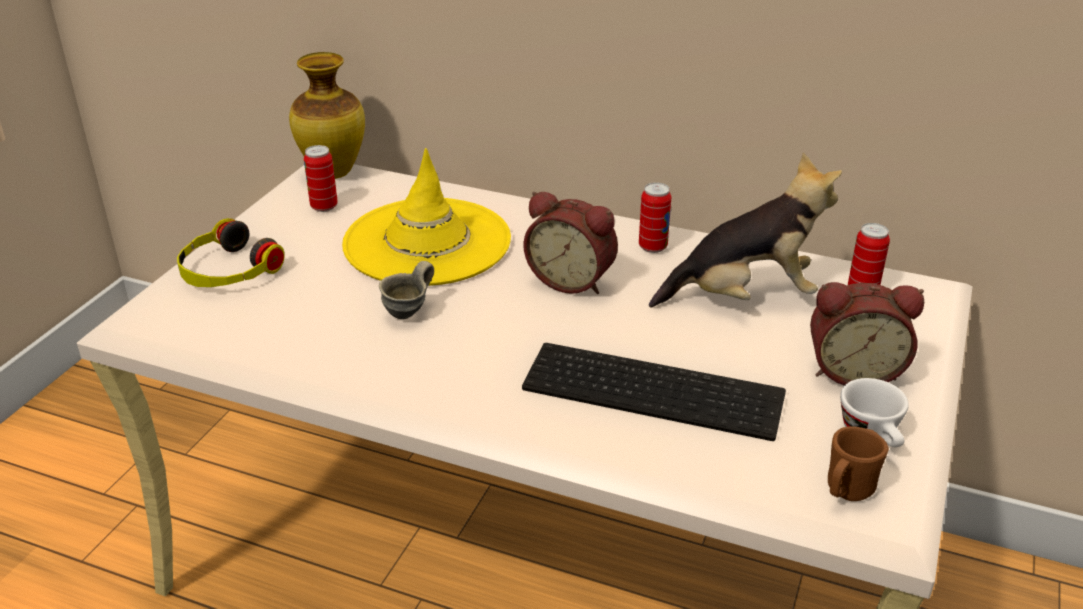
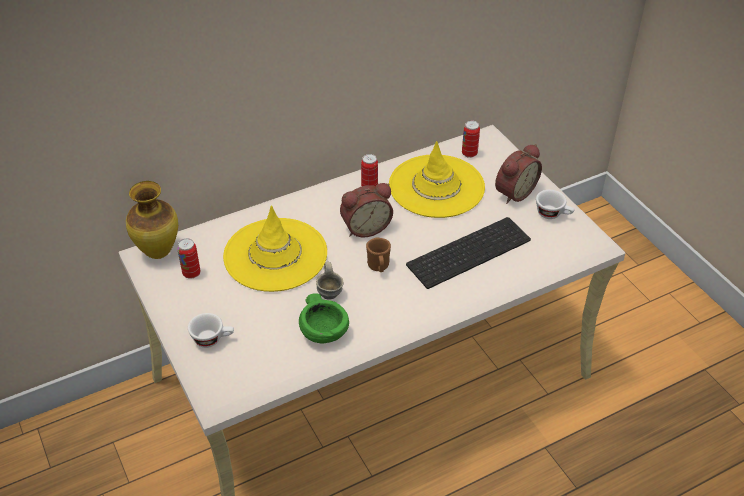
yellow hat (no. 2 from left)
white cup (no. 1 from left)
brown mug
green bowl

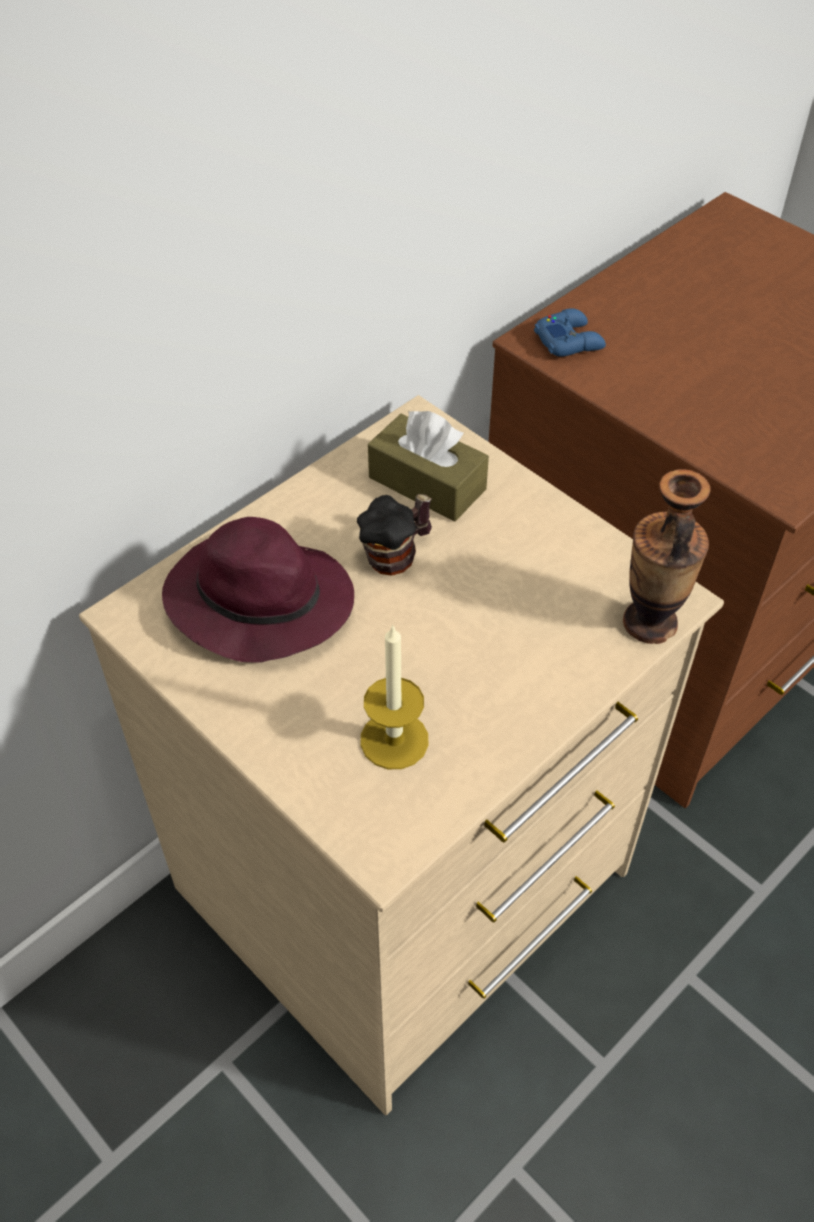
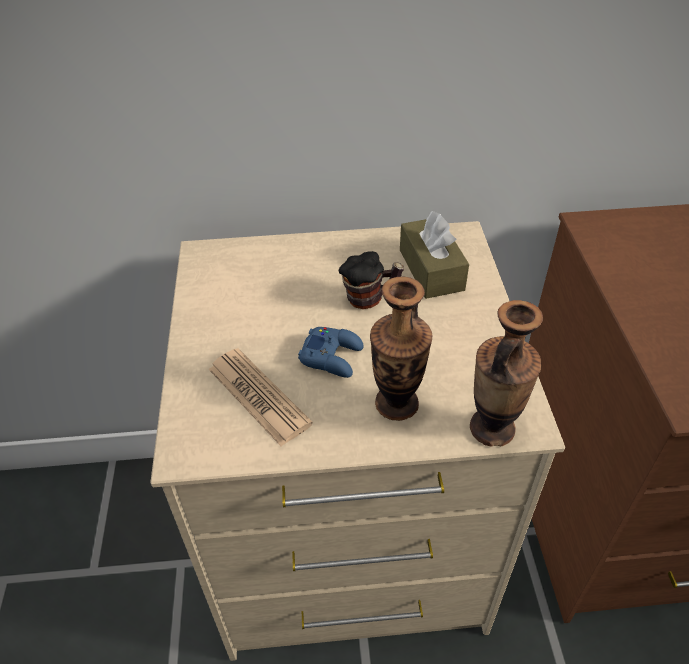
blue game controller
purple hat
newspaper
vase (no. 1 from left)

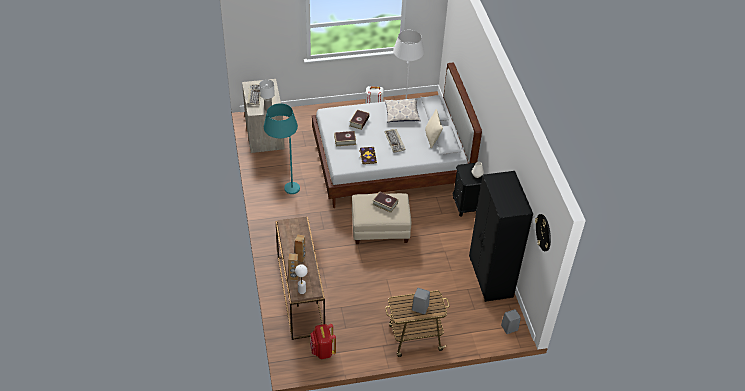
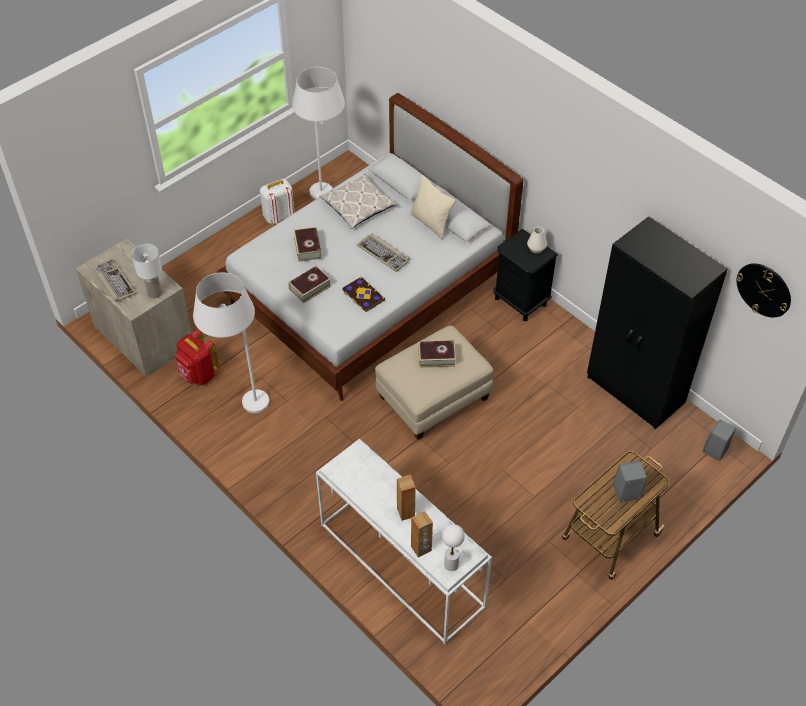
white floor lamp (no. 1 from left)
white console table
red backpack

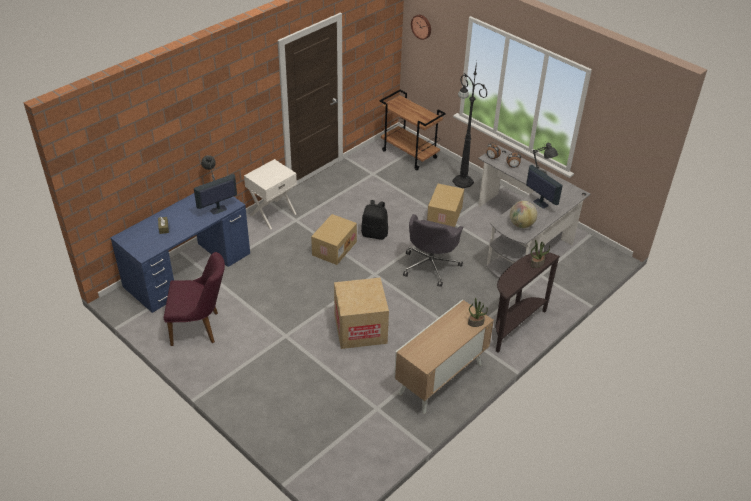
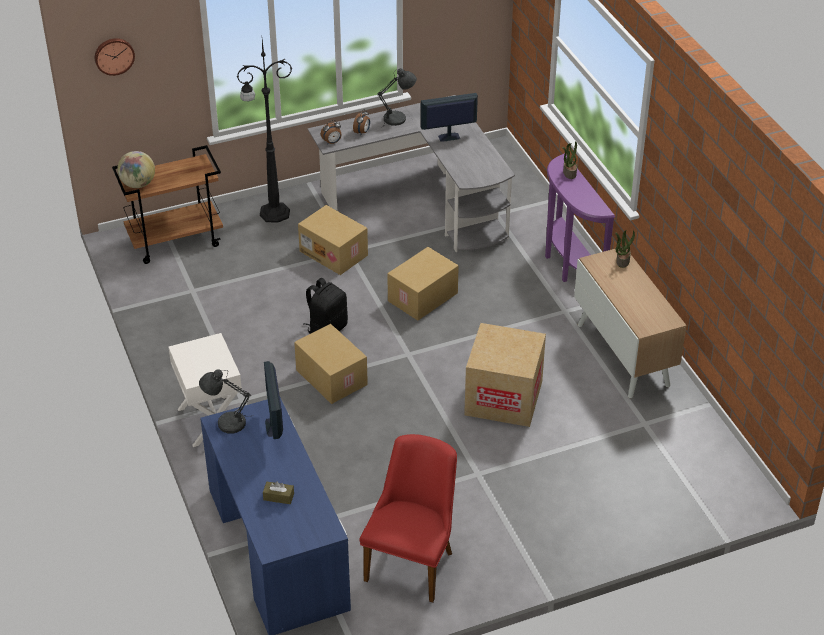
globe
cardboard box (no. 3 from left)
purple console table
red chair

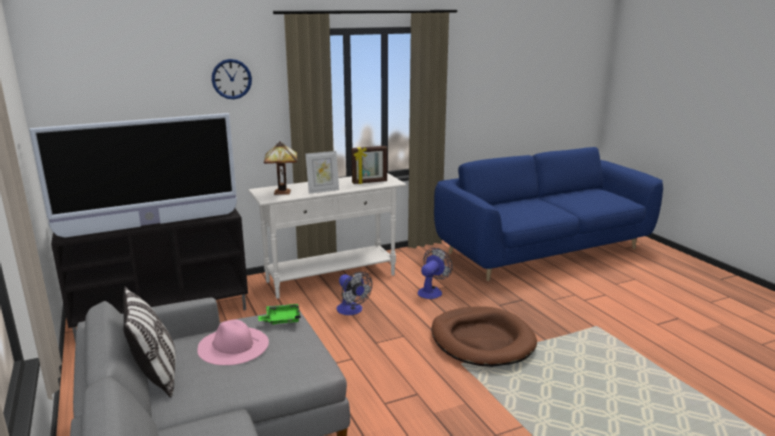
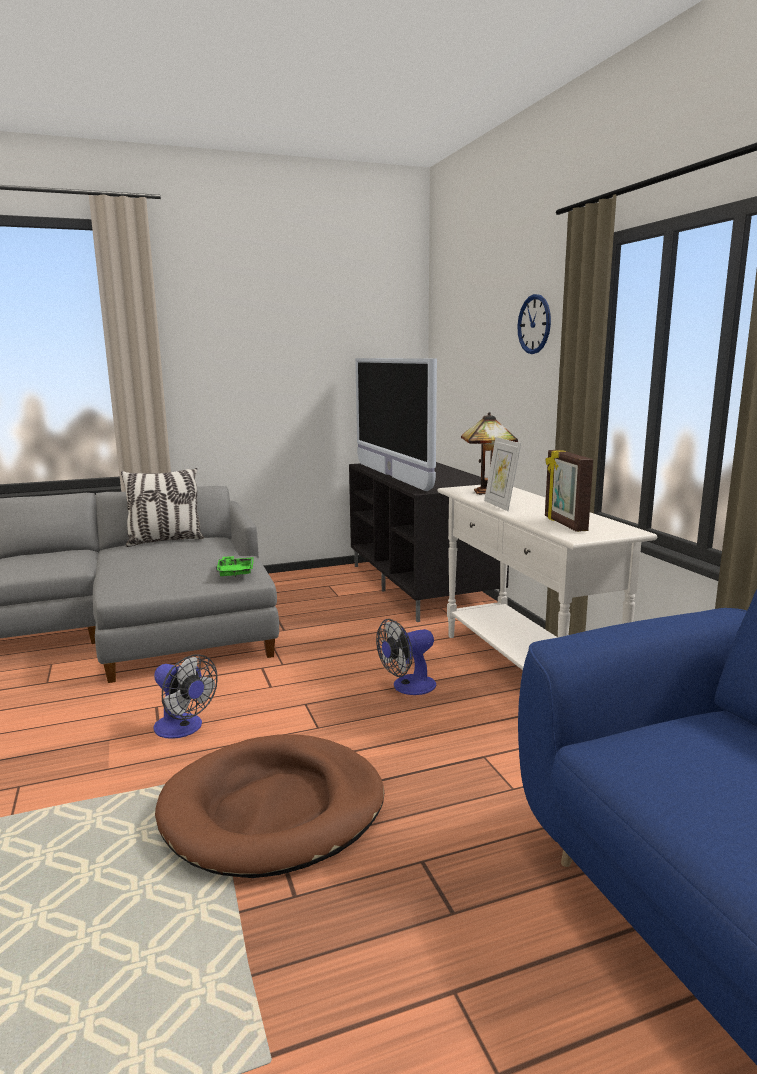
fan (no. 1 from left)
pink hat

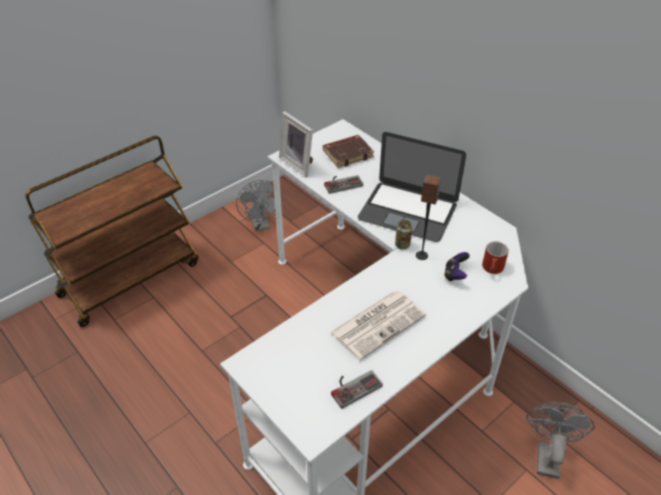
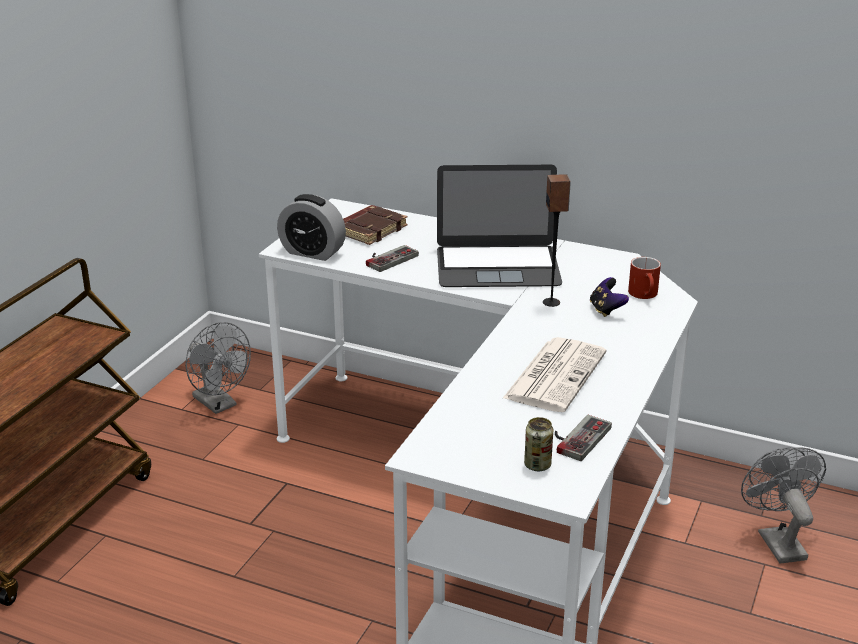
alarm clock
can

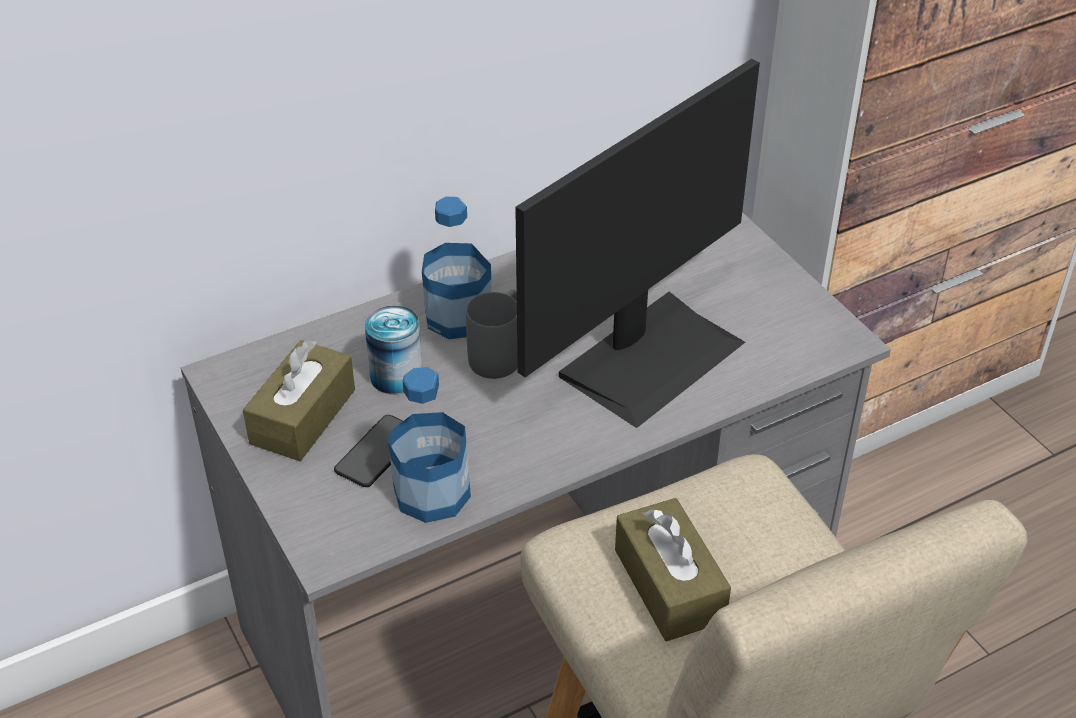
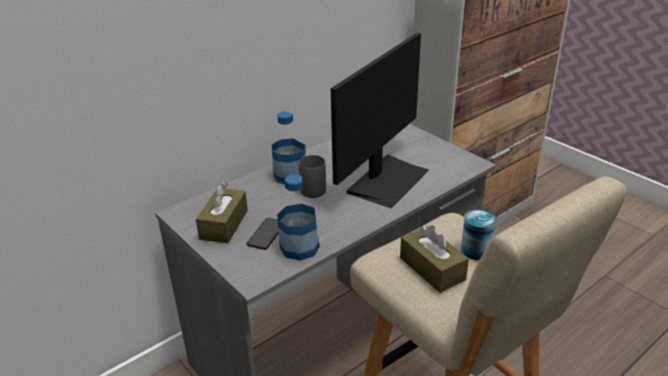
can

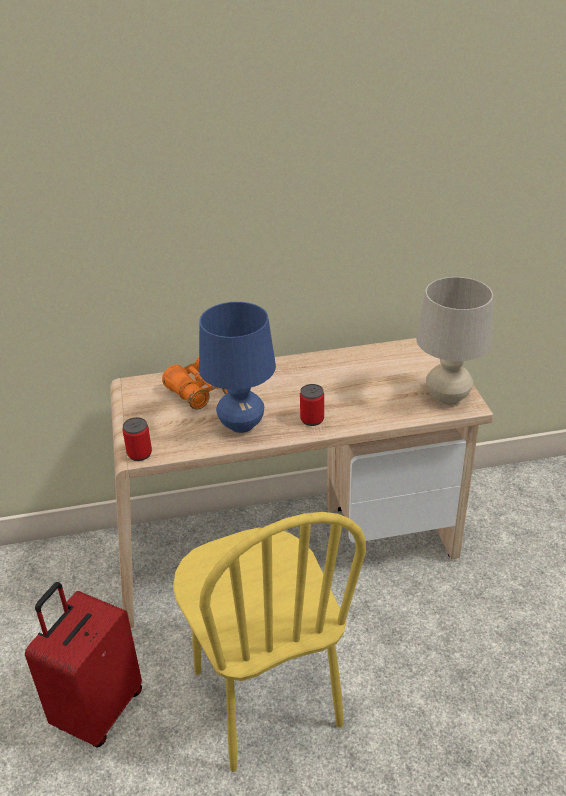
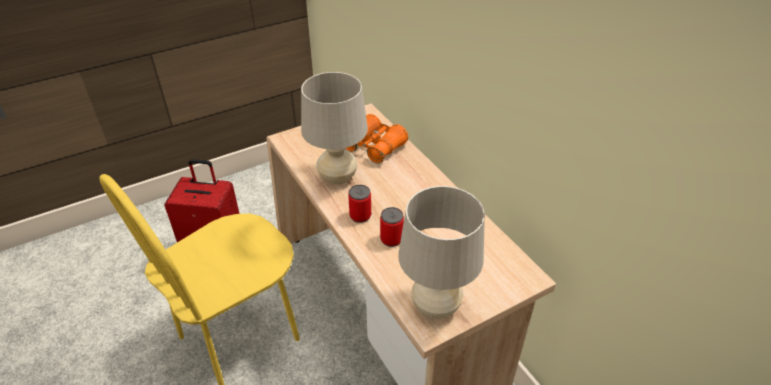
beige table lamp (no. 1 from left)
can (no. 2 from left)

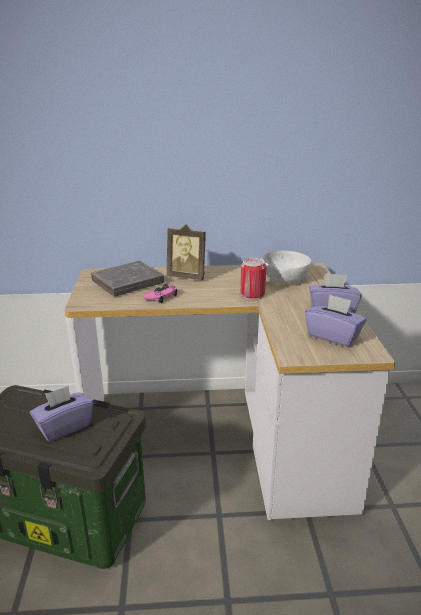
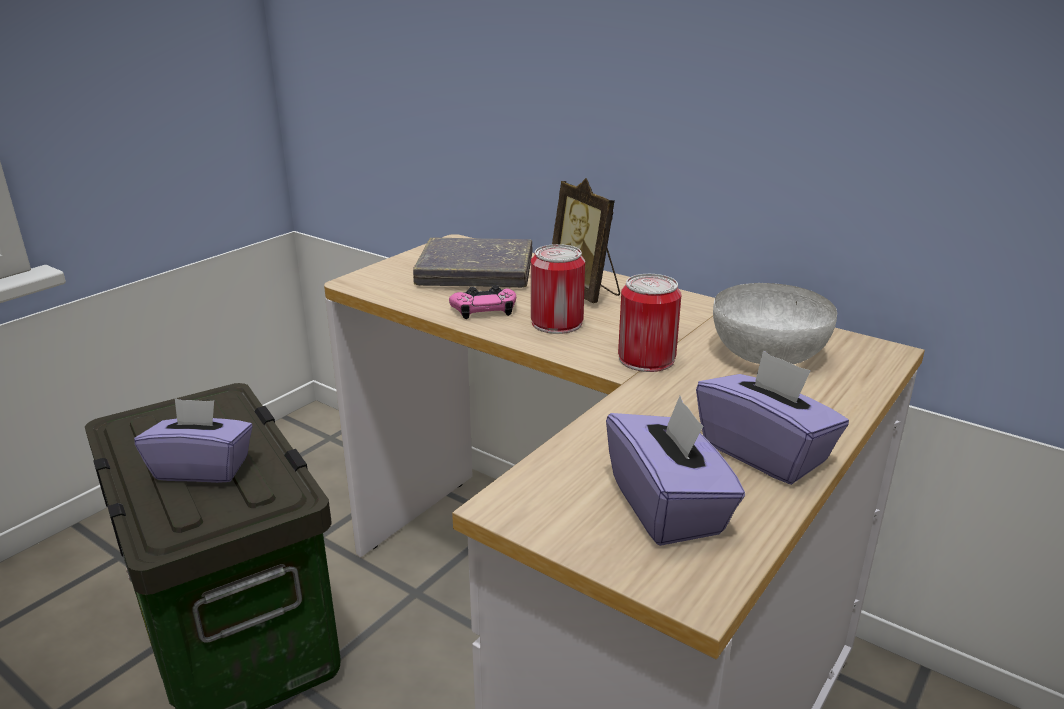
can (no. 1 from left)

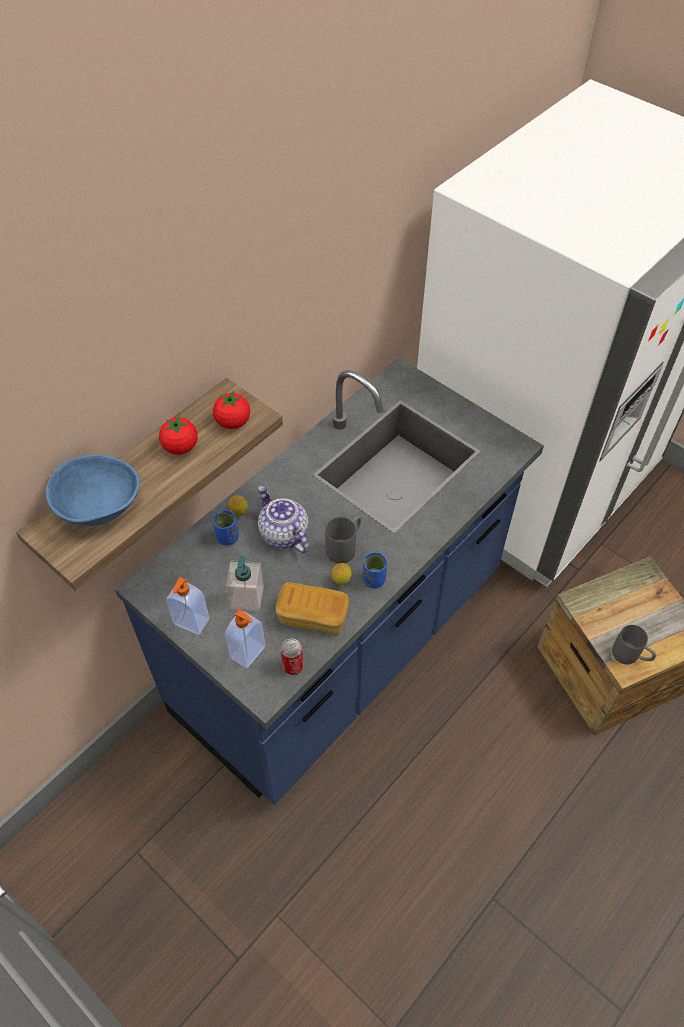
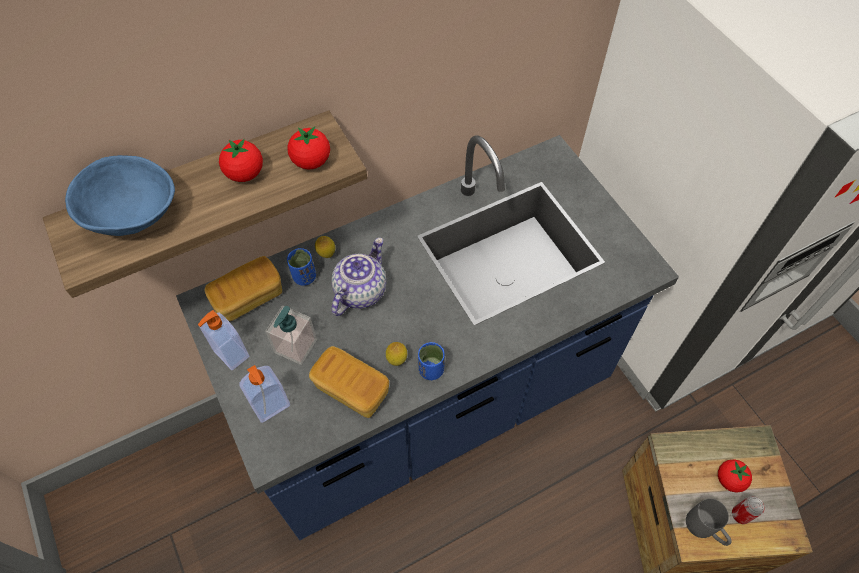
teapot
grey mug (no. 1 from left in the first image)
can
bread (no. 1 from left)
tomato (no. 3 from left)

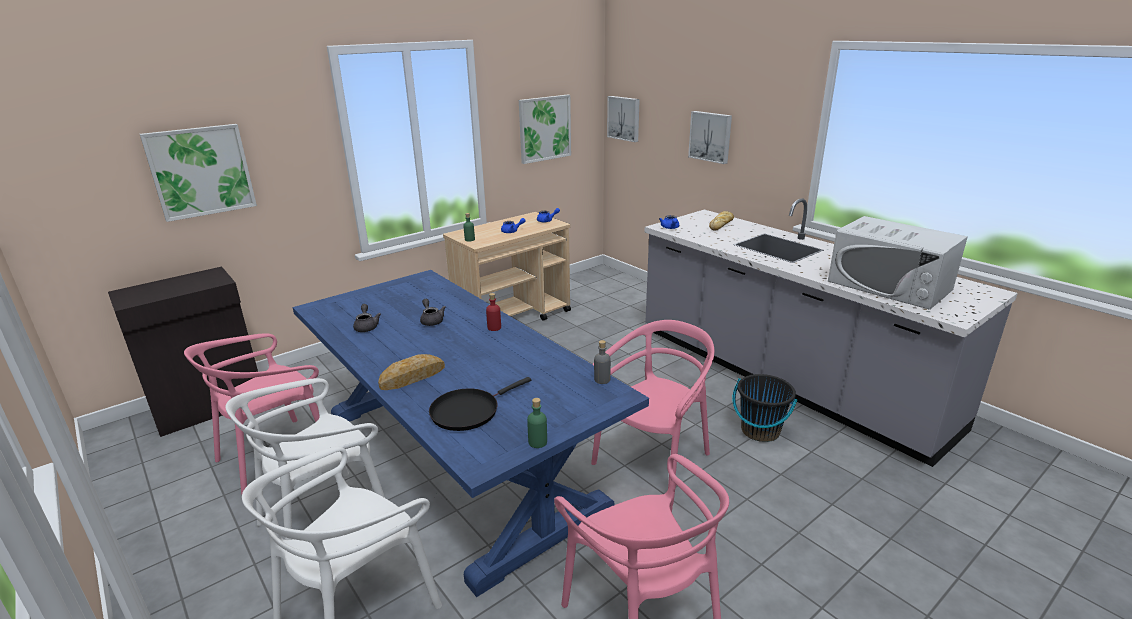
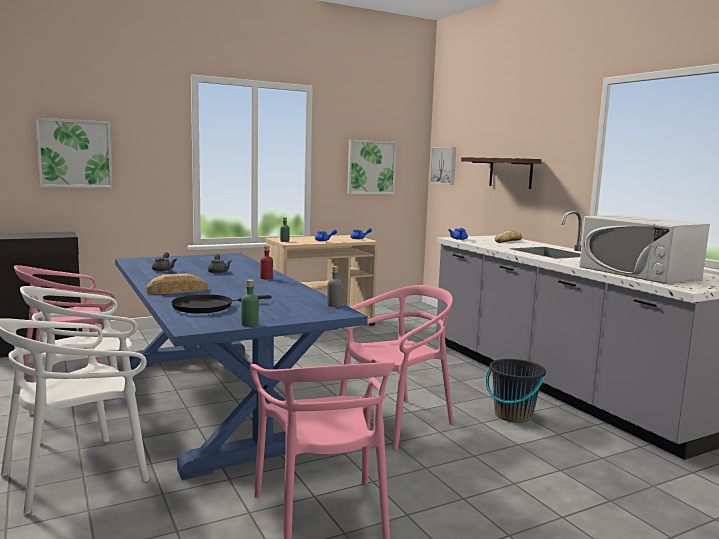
shelf

